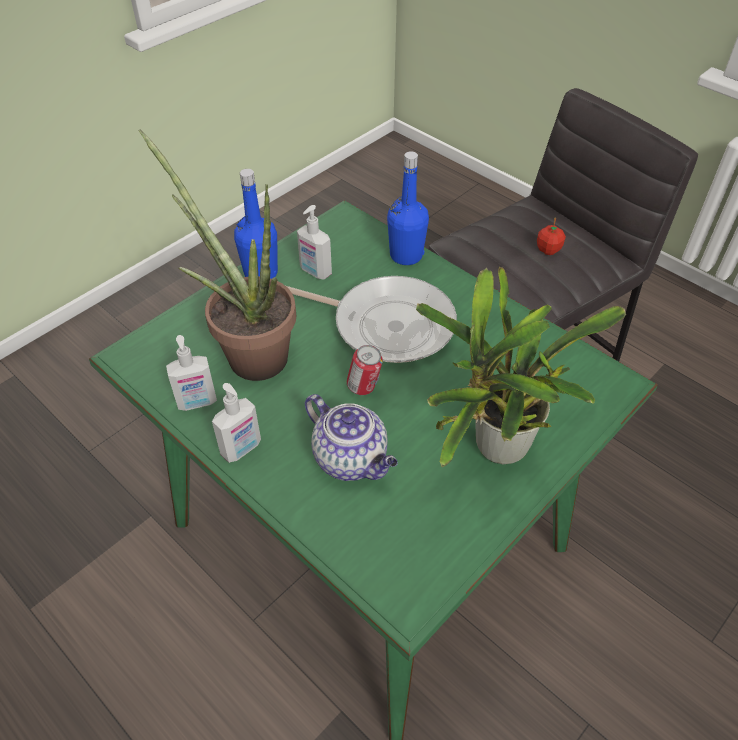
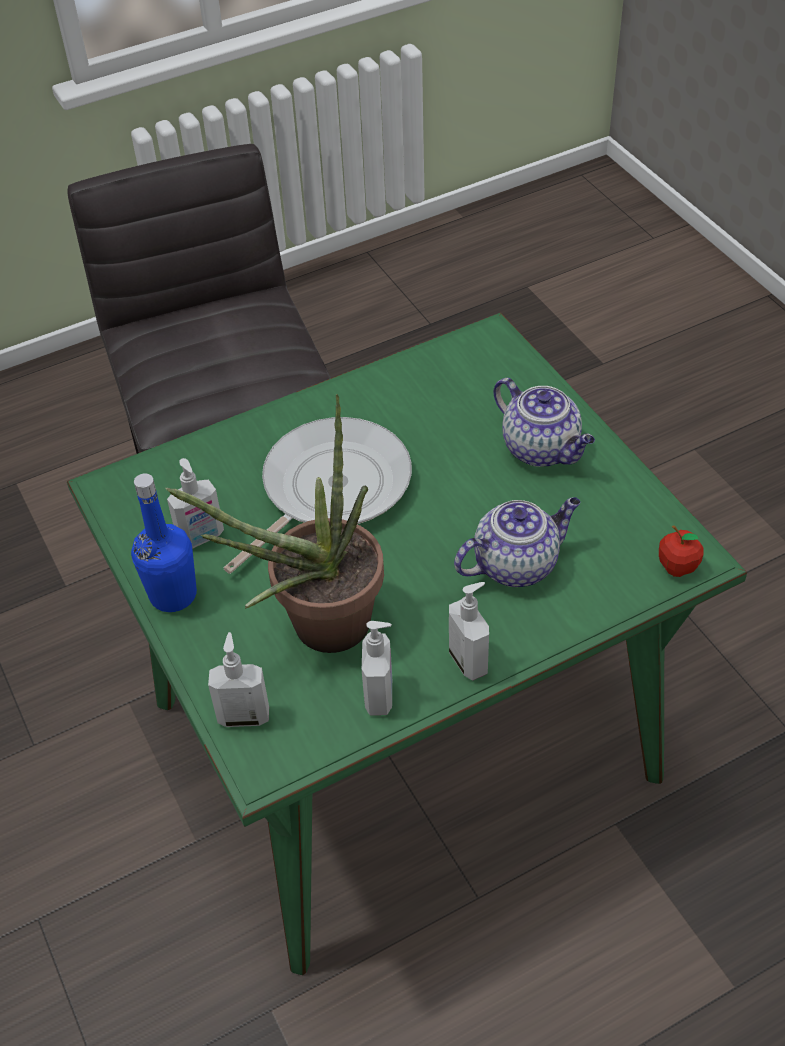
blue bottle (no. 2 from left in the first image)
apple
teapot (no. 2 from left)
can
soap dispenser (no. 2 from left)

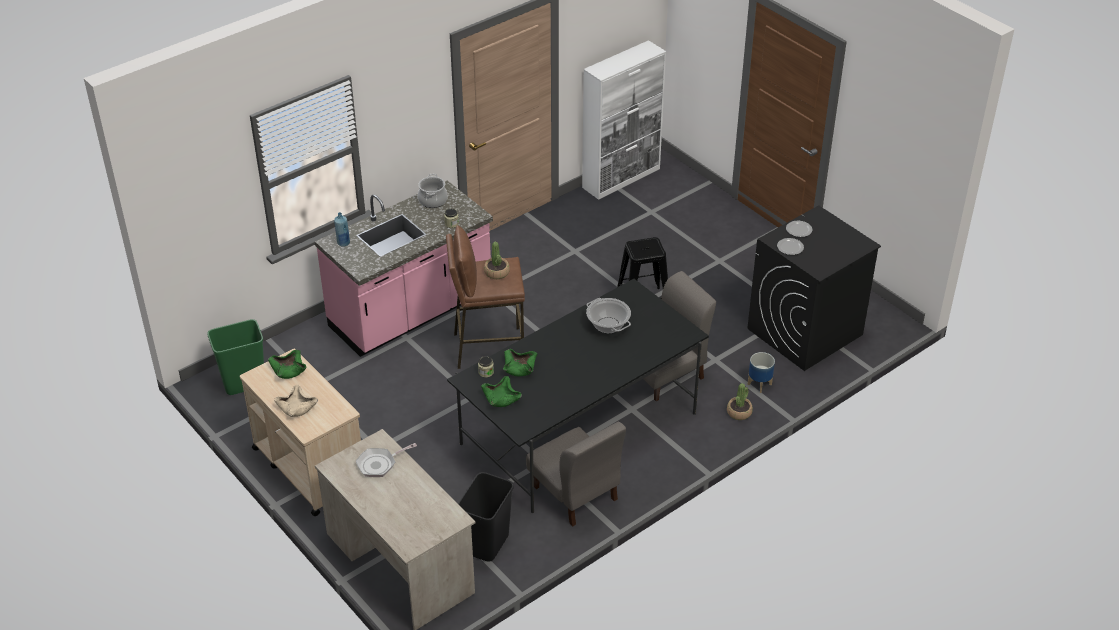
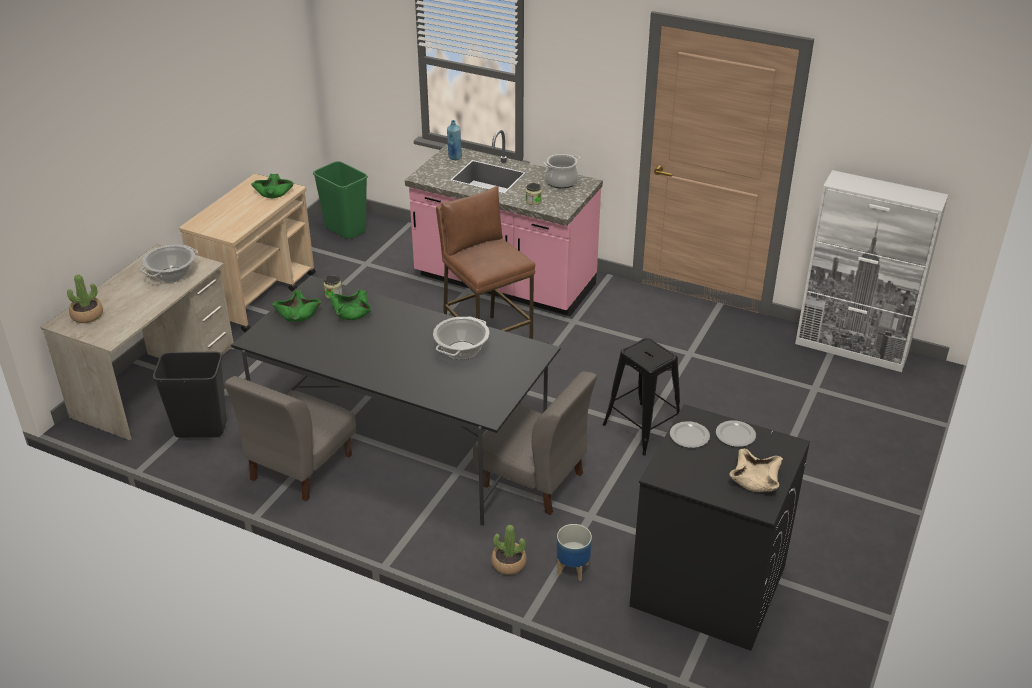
potted plant (no. 1 from left)
beige bowl
cooking pot (no. 1 from left)

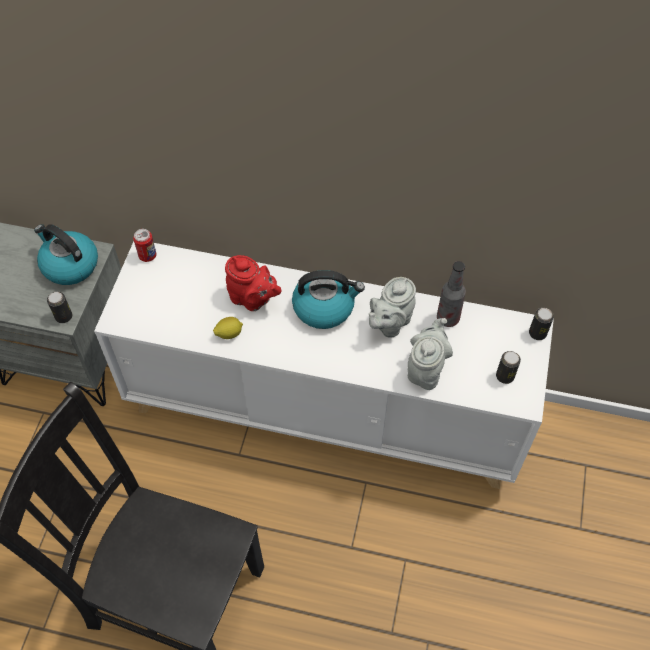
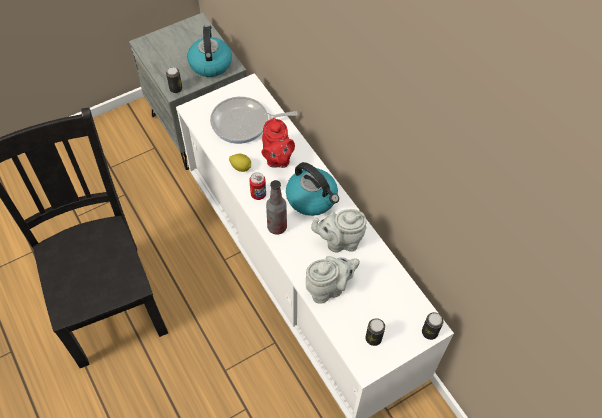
can (no. 2 from left)
bottle
frying pan

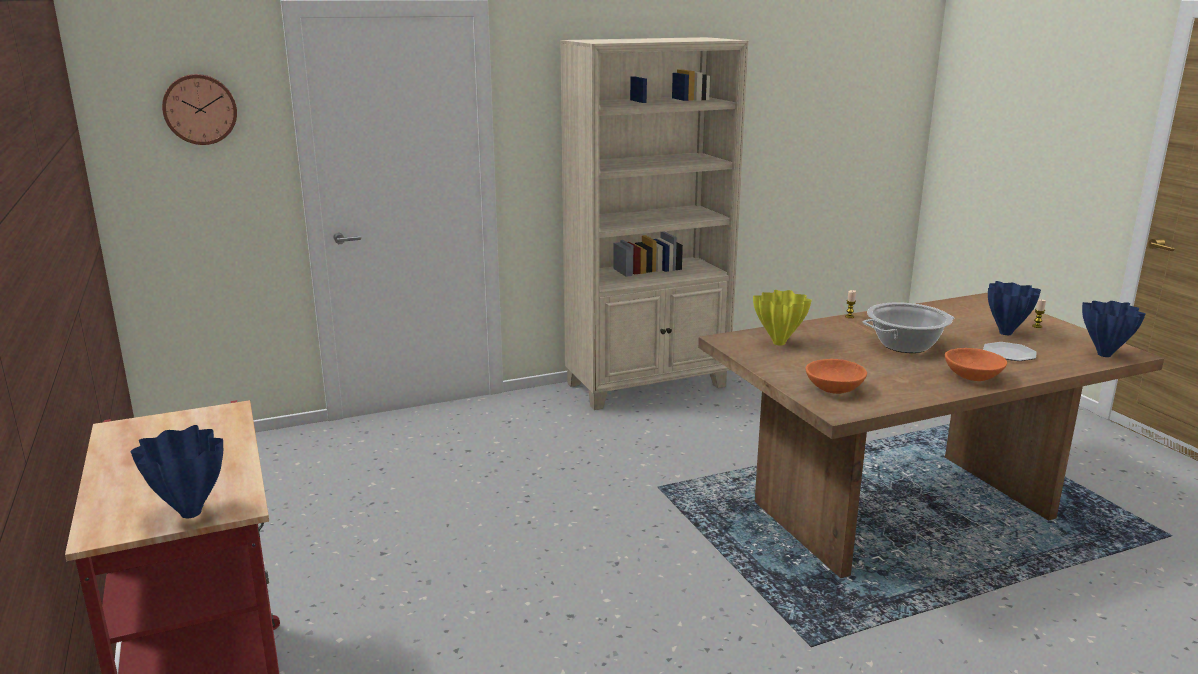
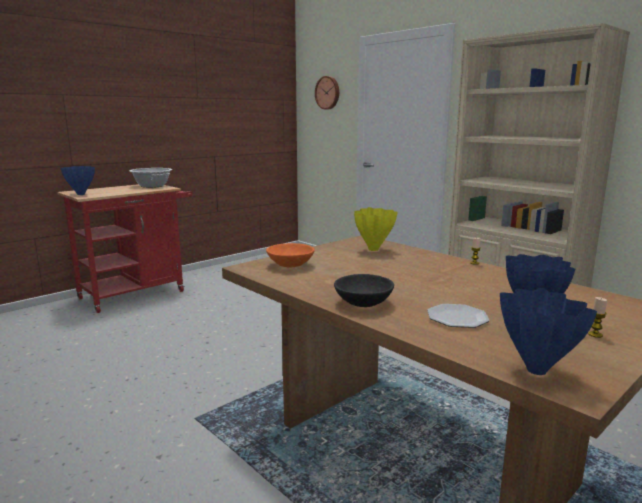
cooking pot
black bowl

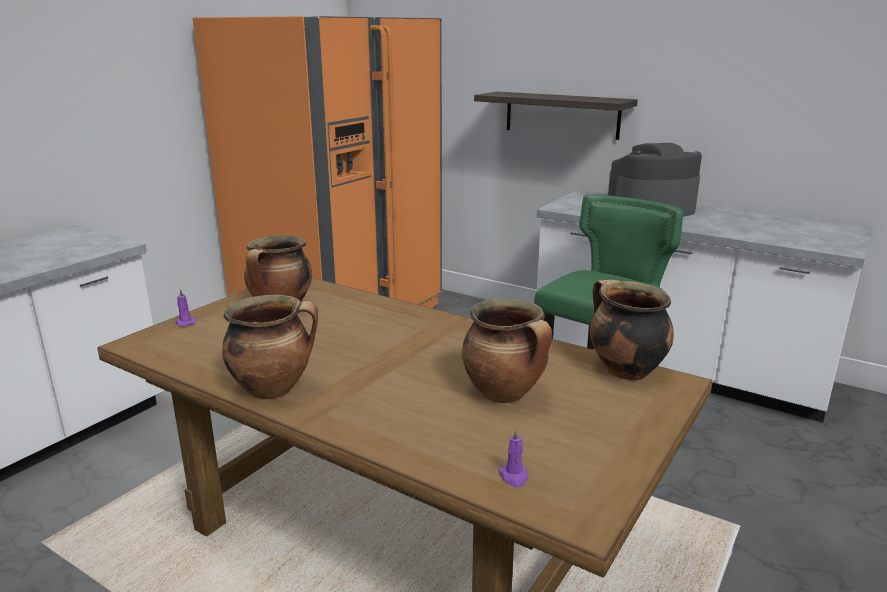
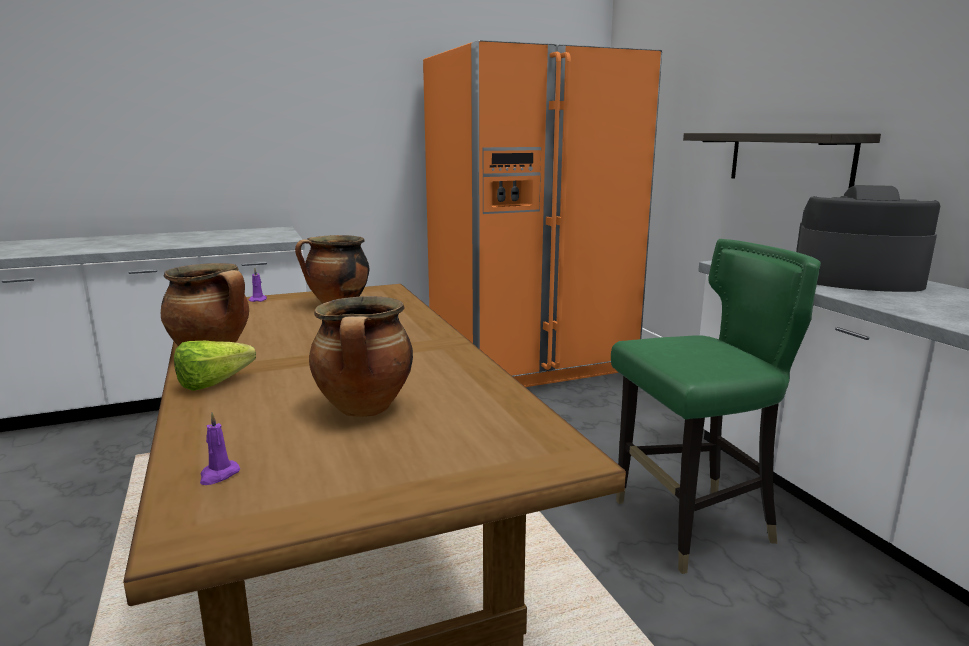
cooking pot (no. 4 from left in the first image)
lettuce

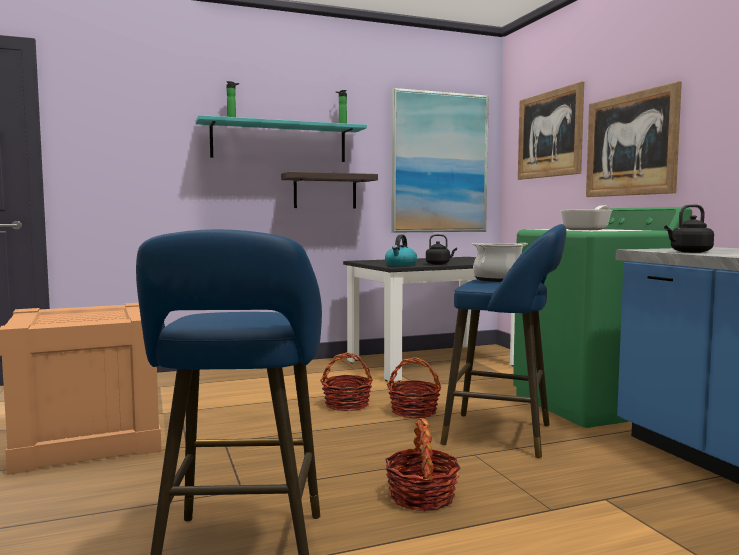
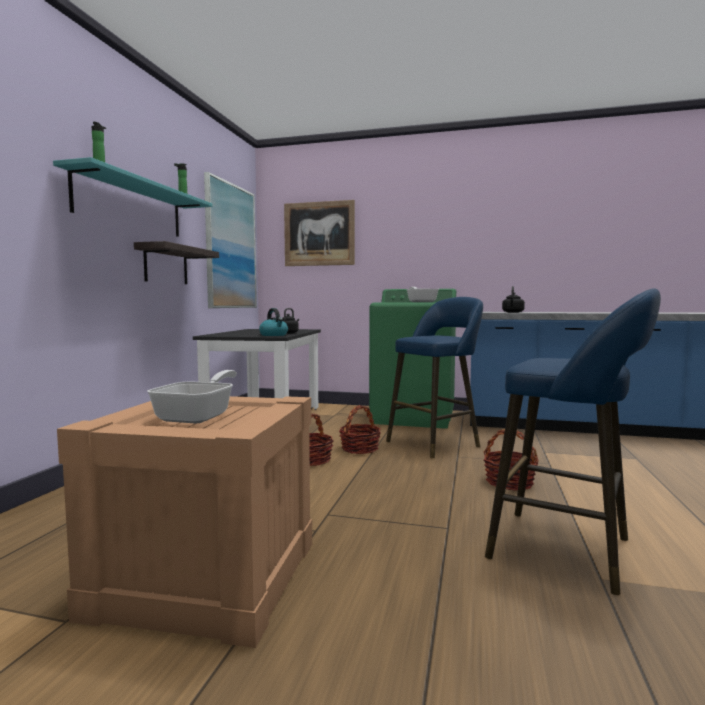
picture (no. 3 from left in the first image)
cooking pot
frying pan (no. 1 from left)

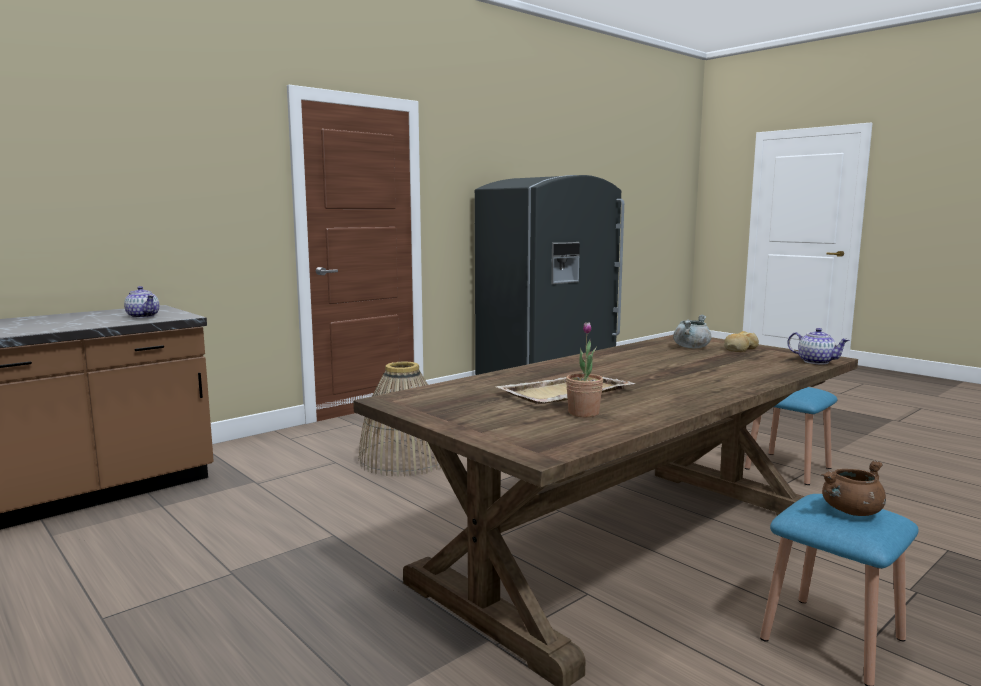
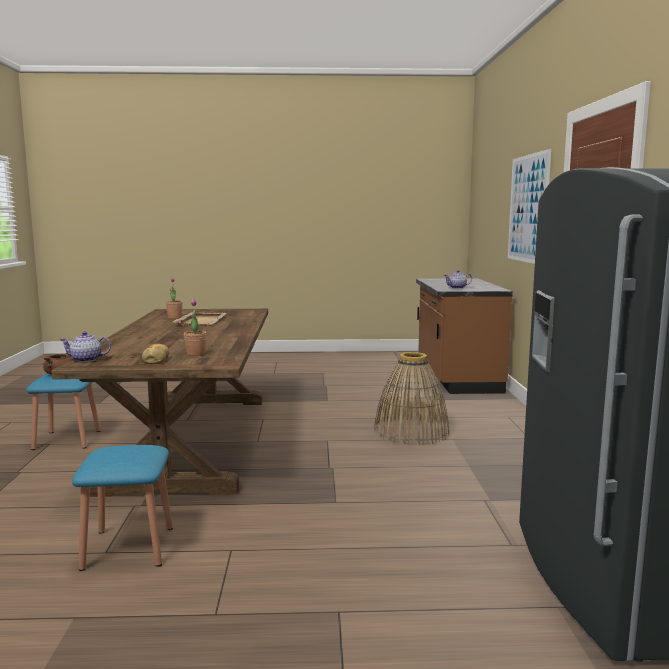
potted plant (no. 2 from left)
picture

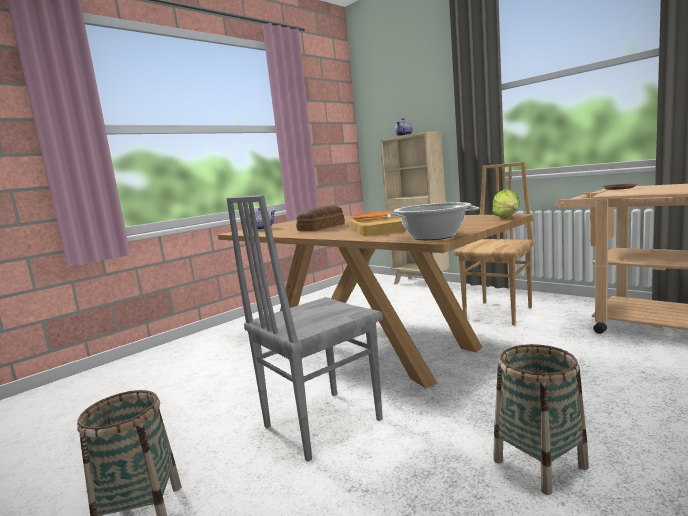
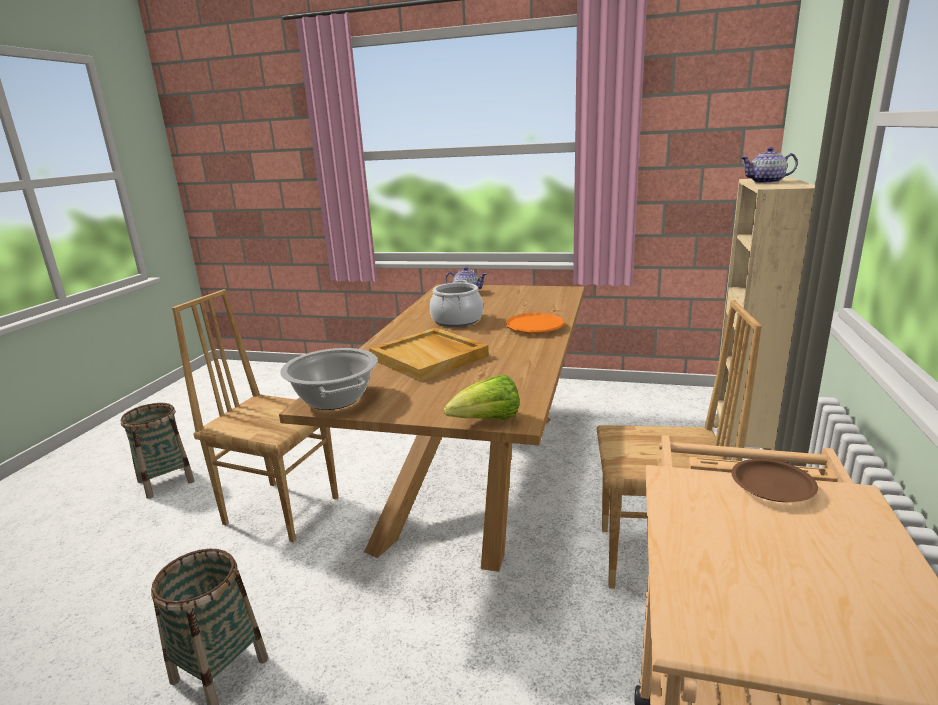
brown chair (no. 1 from left)
cooking pot (no. 2 from left)

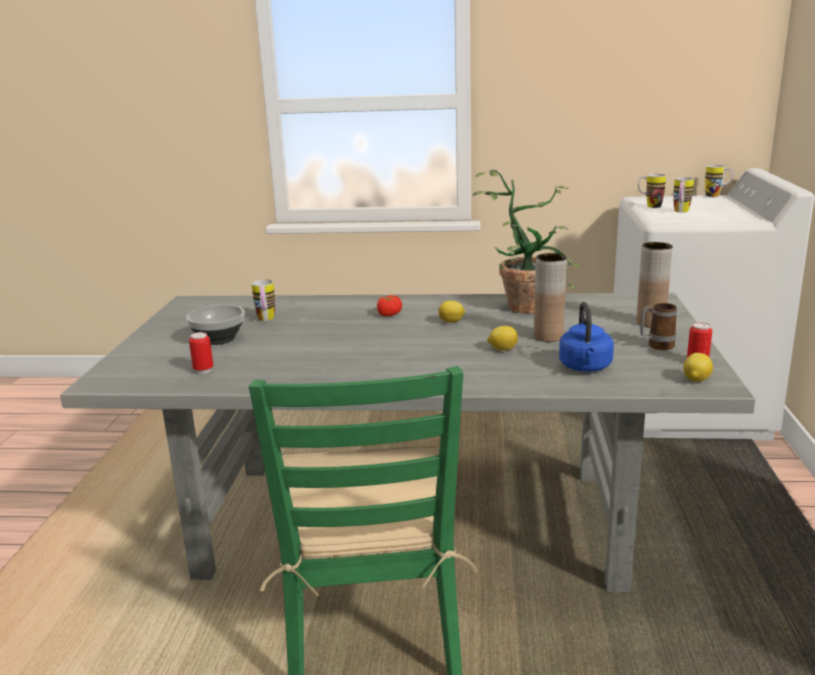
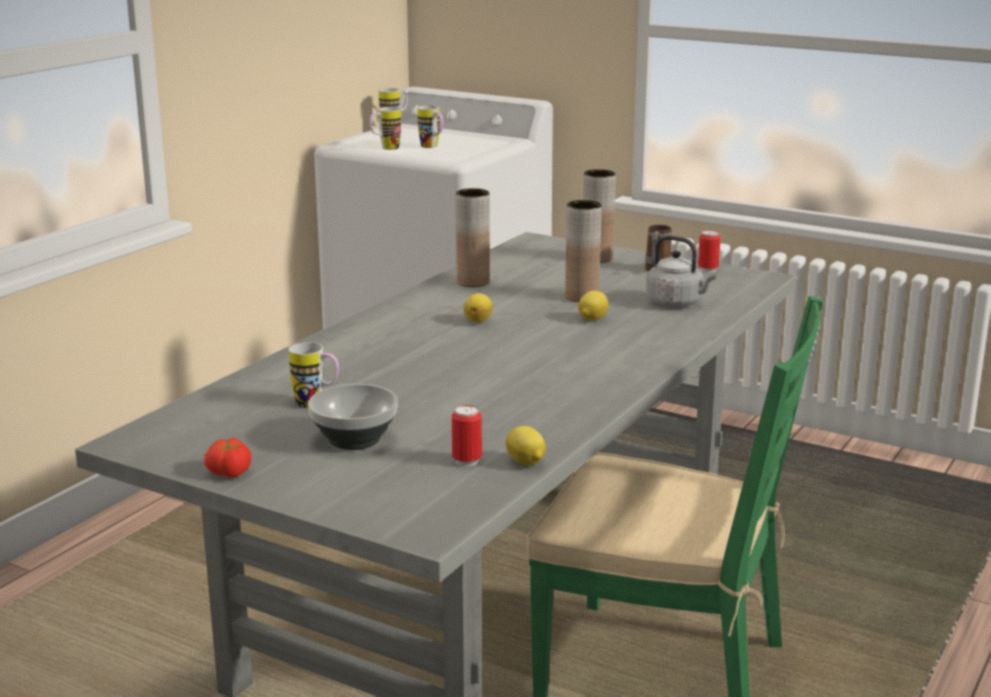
brown vase (no. 1 from left)
tomato
grey kettle
lemon (no. 2 from left)

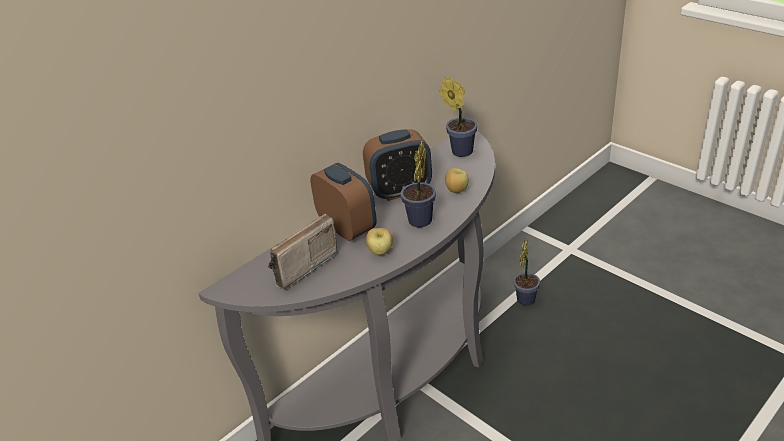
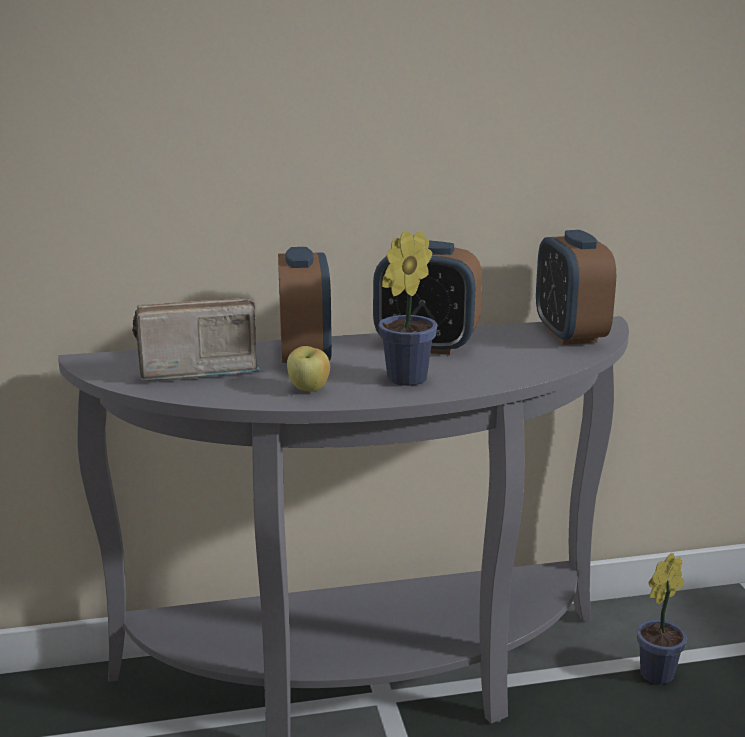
alarm clock (no. 3 from left)
apple (no. 2 from left in the first image)

